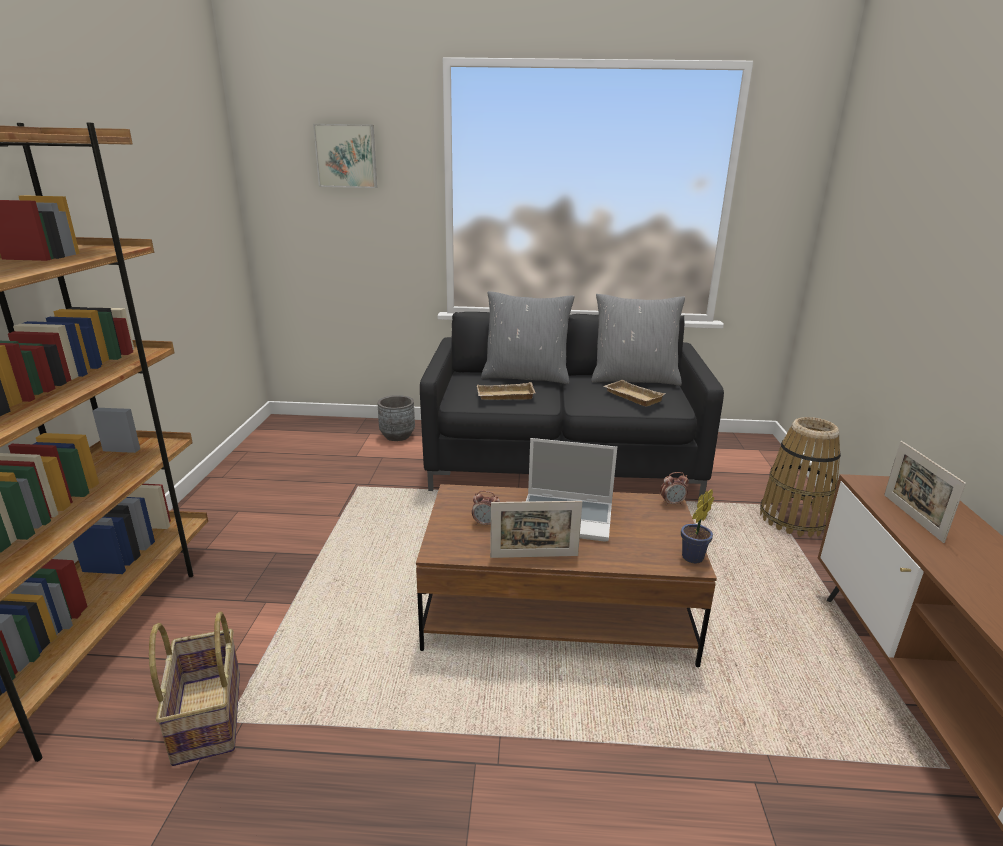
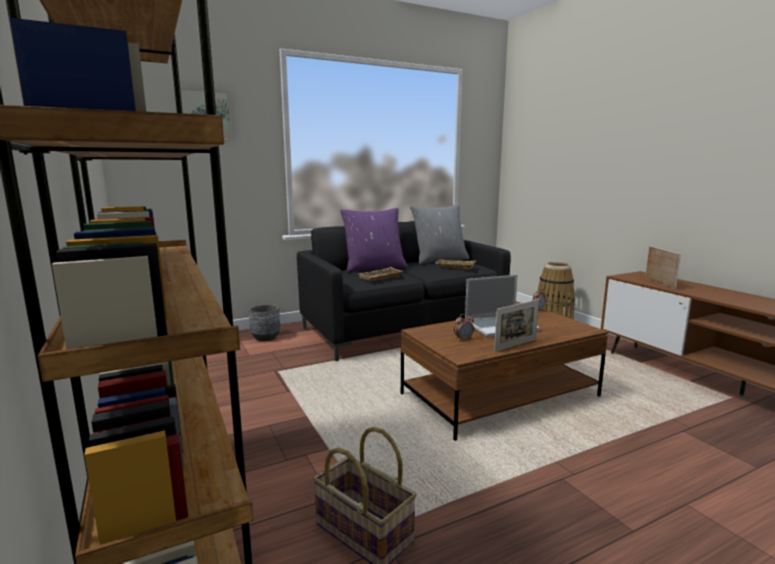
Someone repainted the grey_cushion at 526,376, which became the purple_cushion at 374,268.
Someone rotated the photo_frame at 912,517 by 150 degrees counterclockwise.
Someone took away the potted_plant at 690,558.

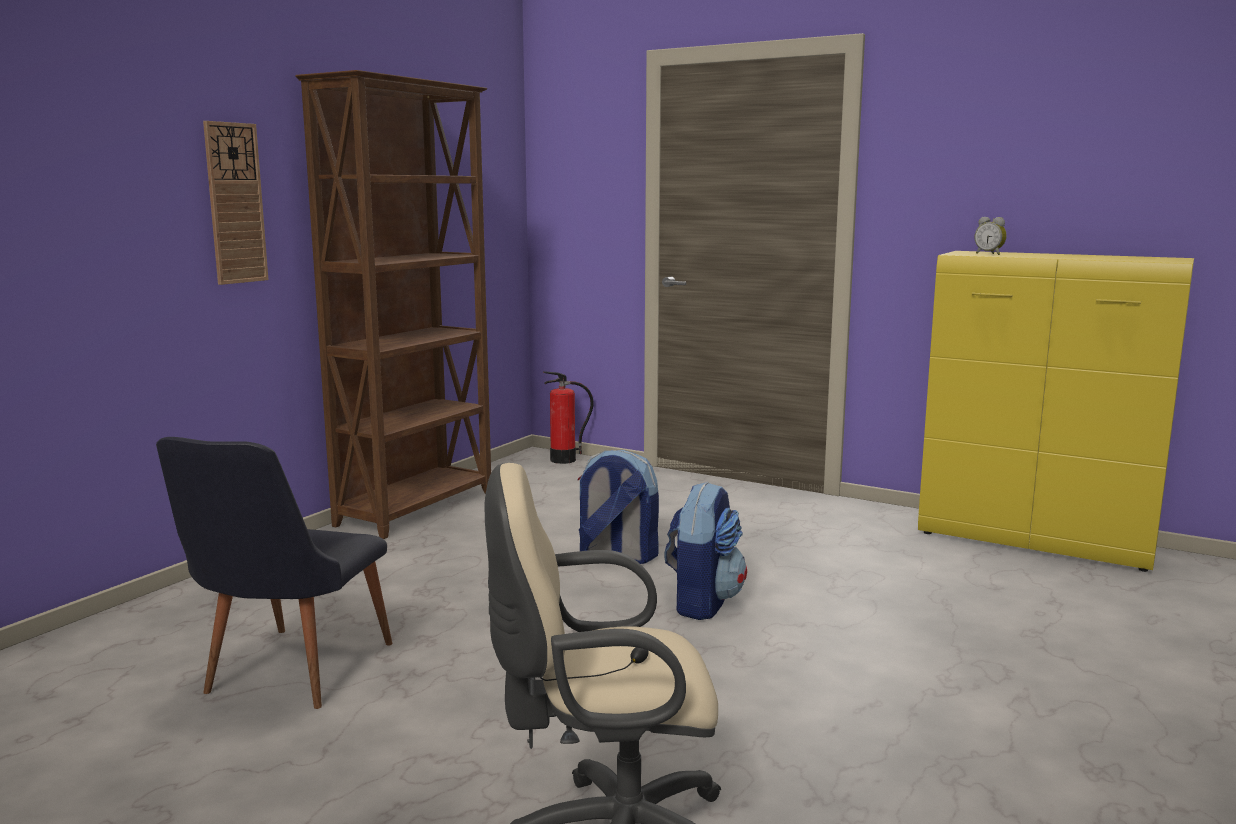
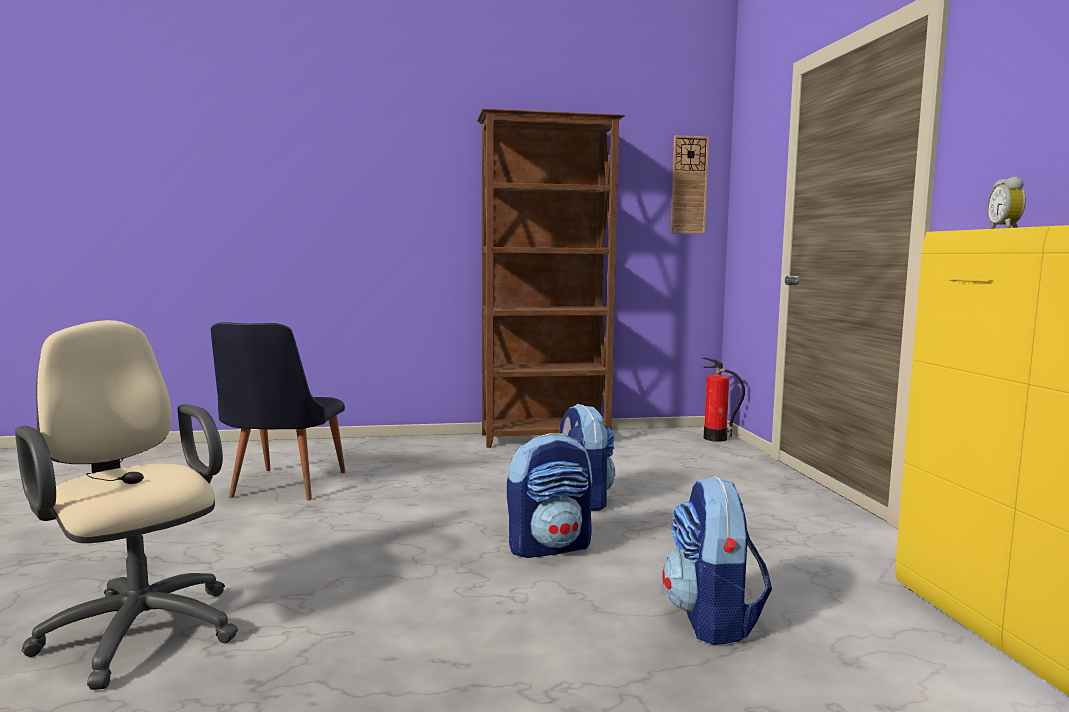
Someone carried the wall_clock from 235,203 to 689,185.
Someone rotated the blackish_plain_chair at 287,675 by 60 degrees counterclockwise.
Someone put down the knapsack at 713,620.

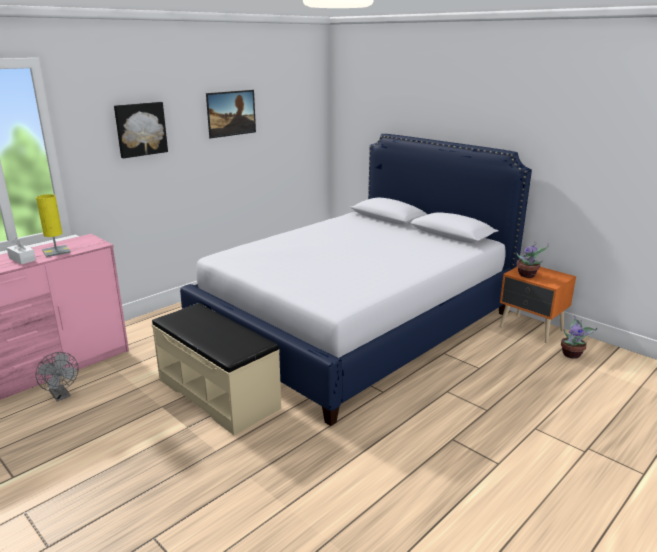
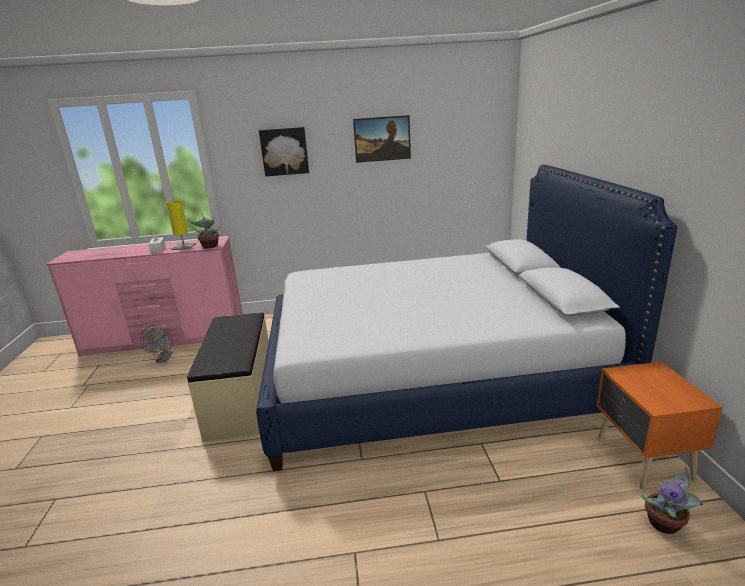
Someone carried the potted_plant from 527,275 to 209,246.

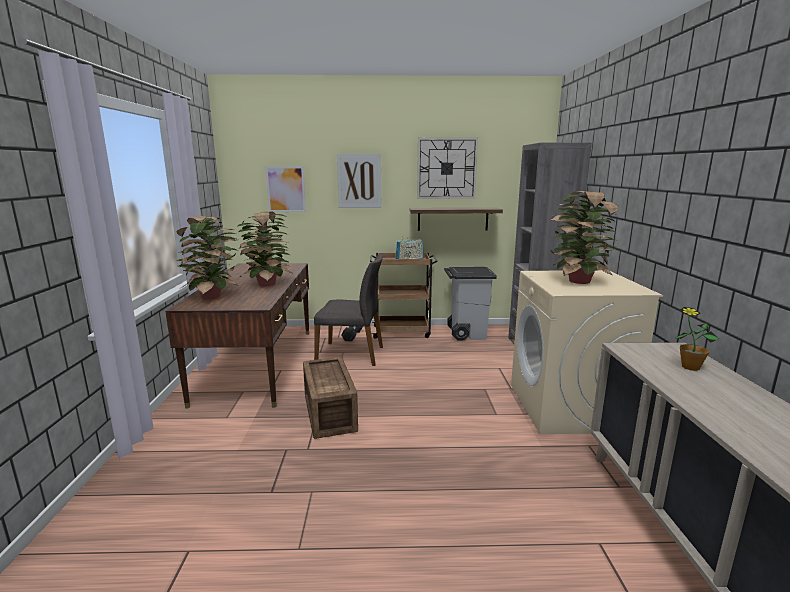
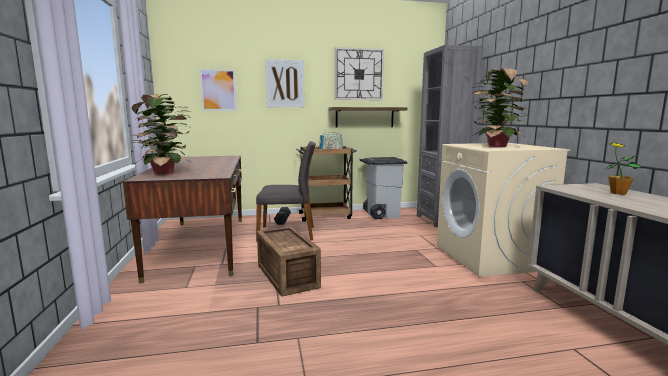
Someone took away the potted_plant at 267,284.

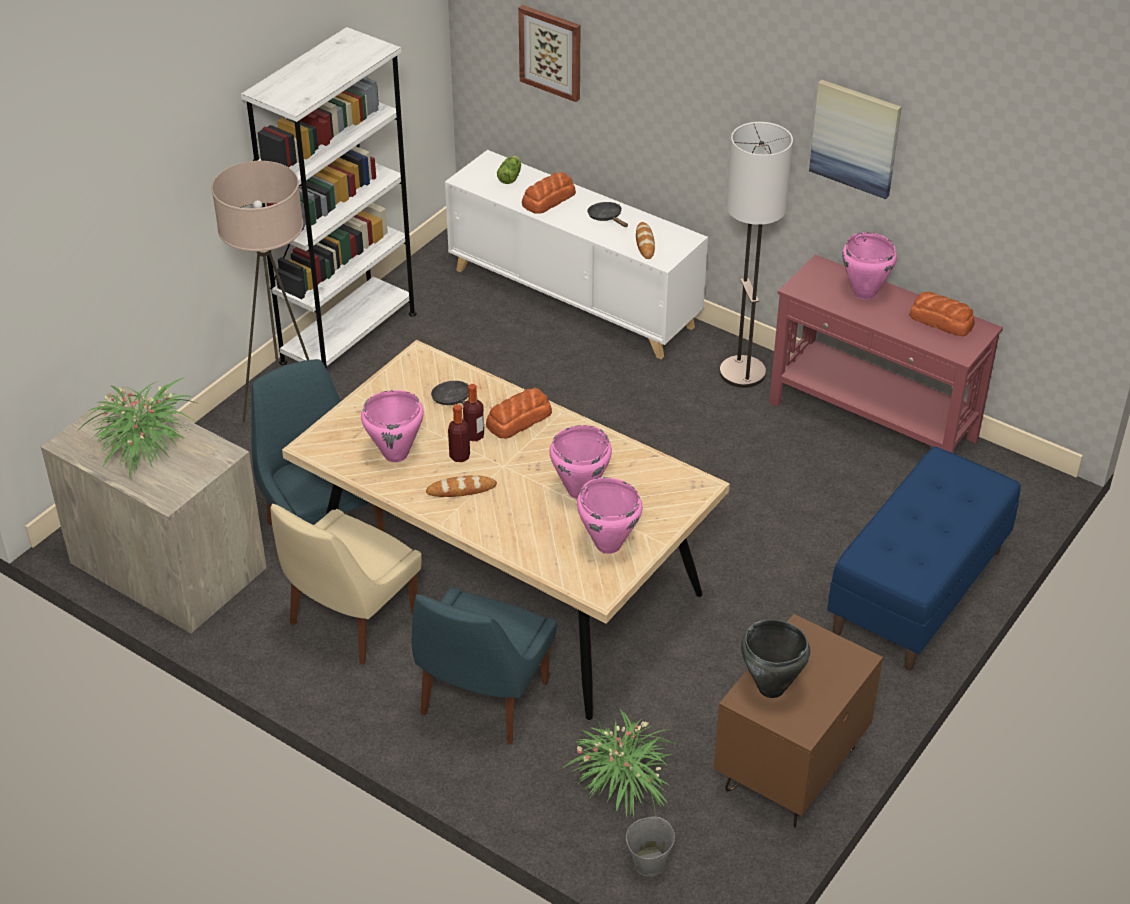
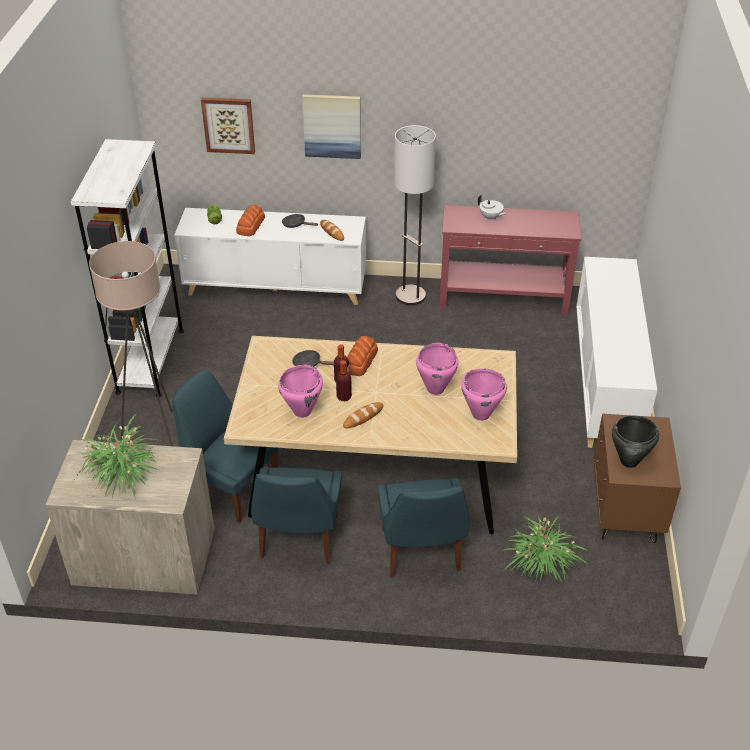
Someone carried the picture from 855,138 to 332,126.
Someone swapped the pinkish_cooking_pot at 864,293 for the whitish_pot_for_tea at 490,217.
Someone took away the bread at 942,321.
Someone swapped the blue_long_seat at 918,592 for the whitish_storage_cabinet at 605,382.
Someone repainted the beige-coloured_plain_chair at 350,621, which became the blue_plain_chair at 298,539.
Someone took away the grey_pail at 649,862.

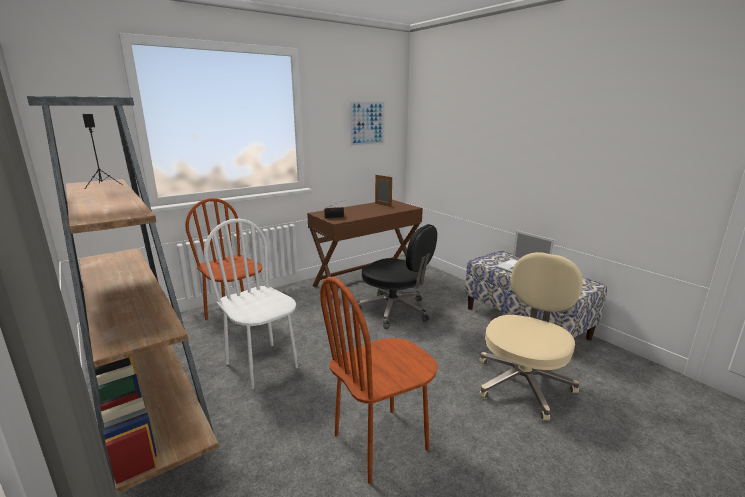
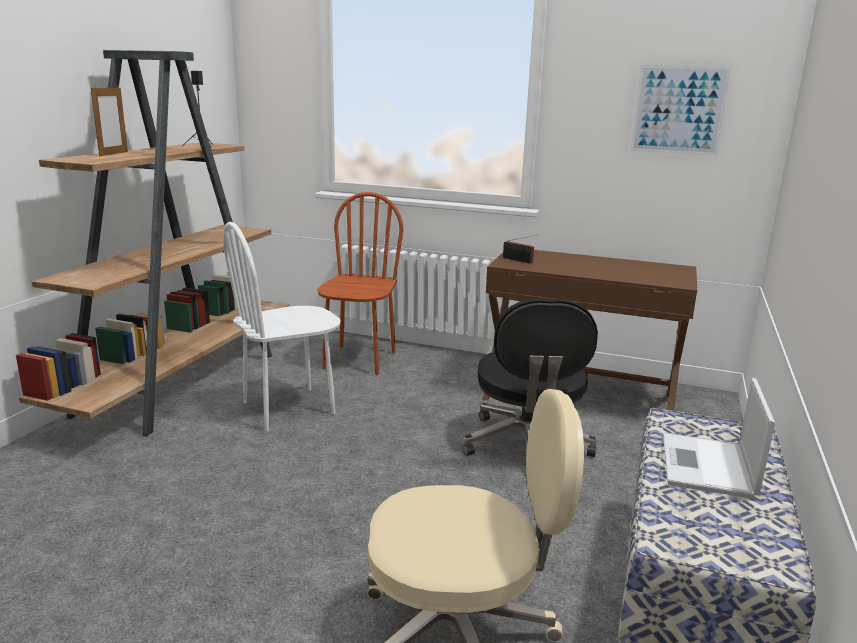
Someone carried the photo_frame from 383,205 to 113,154.
Someone rotated the whitish_plain_chair at 262,365 by 135 degrees counterclockwise.
Someone took away the brown-coloured_plain_chair at 381,442.

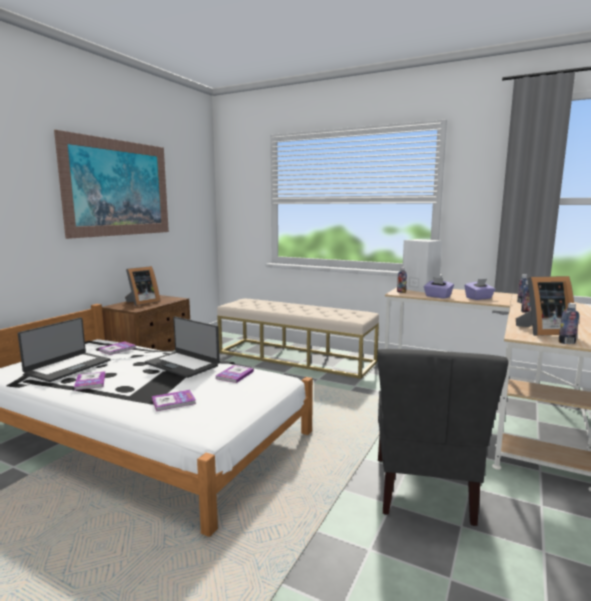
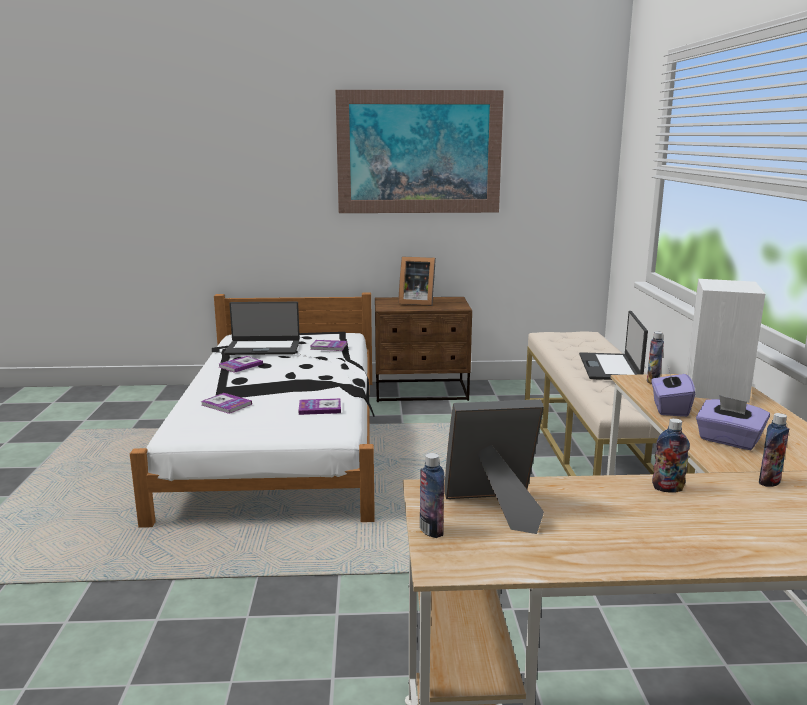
Someone rotated the photo_frame at 543,331 by 120 degrees clockwise.
Someone carried the portable_computer from 183,364 to 610,367.
Someone took away the grey_plain_chair at 424,490.

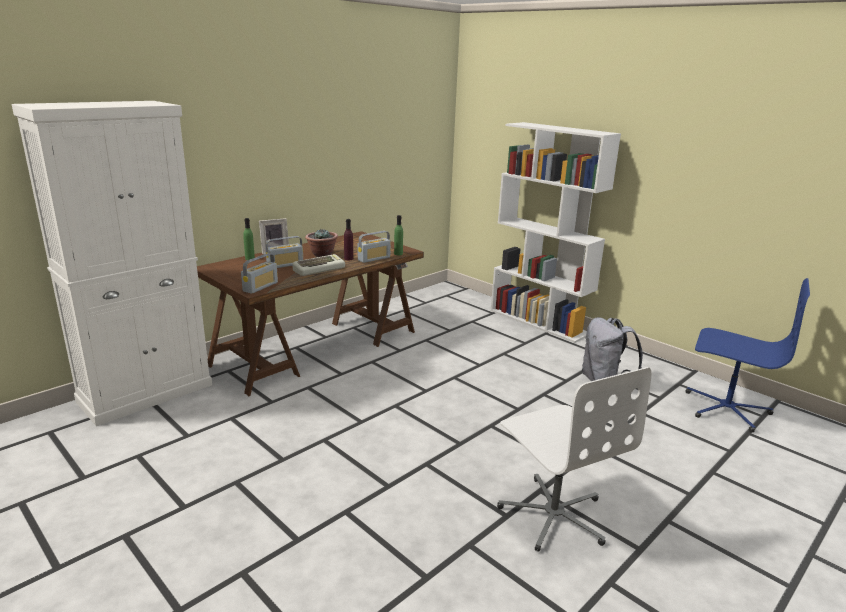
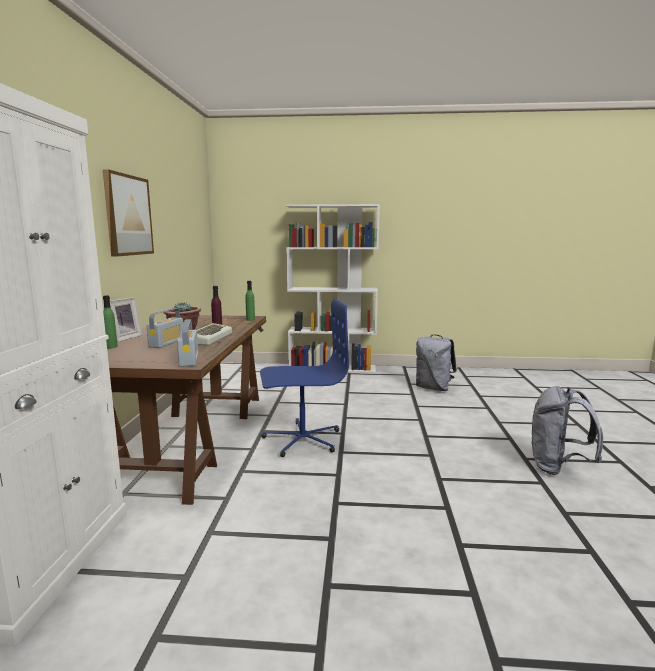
Someone took away the radio_set at 374,259.
Someone carried the blue_computer_chair from 726,408 to 302,439.
Someone swapped the whitish_computer_chair at 553,514 for the grey_knapsack at 558,467.
Someone put up the picture at 128,215.

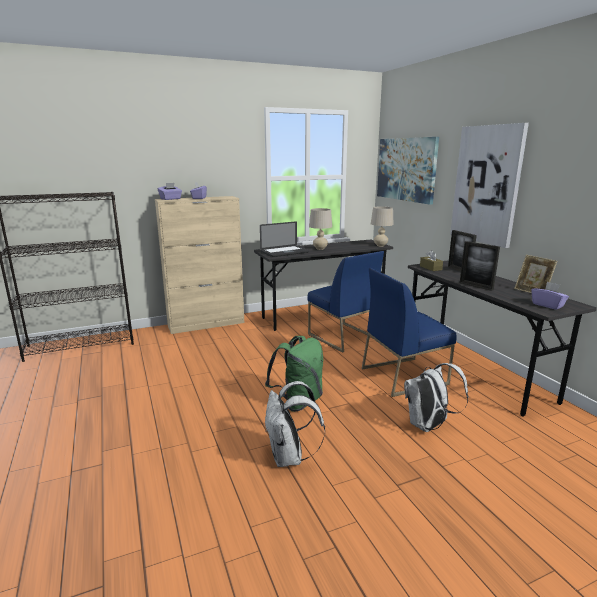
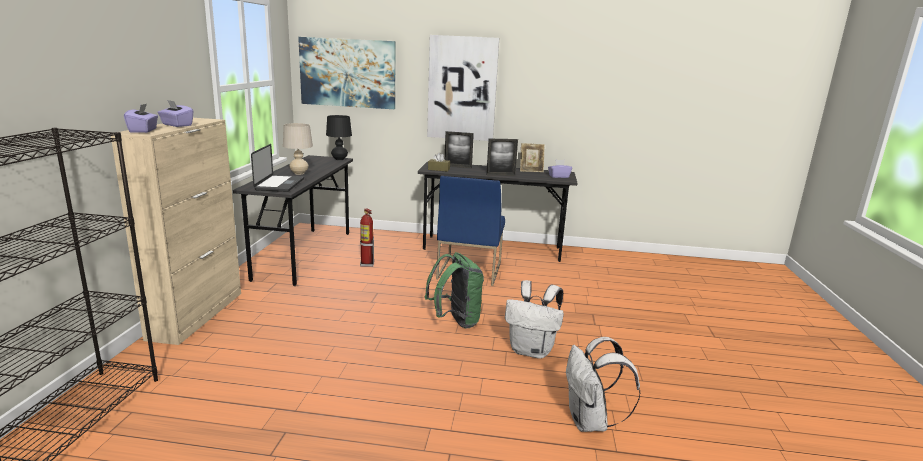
Someone repainted the beige-coloured_table_lamp at 380,245, which became the blackish_table_lamp at 339,159.
Someone swapped the blue_plain_chair at 342,337 for the fire_extinguisher at 367,264.
Someone carried the whitish_knapsack from 428,426 to 590,422.

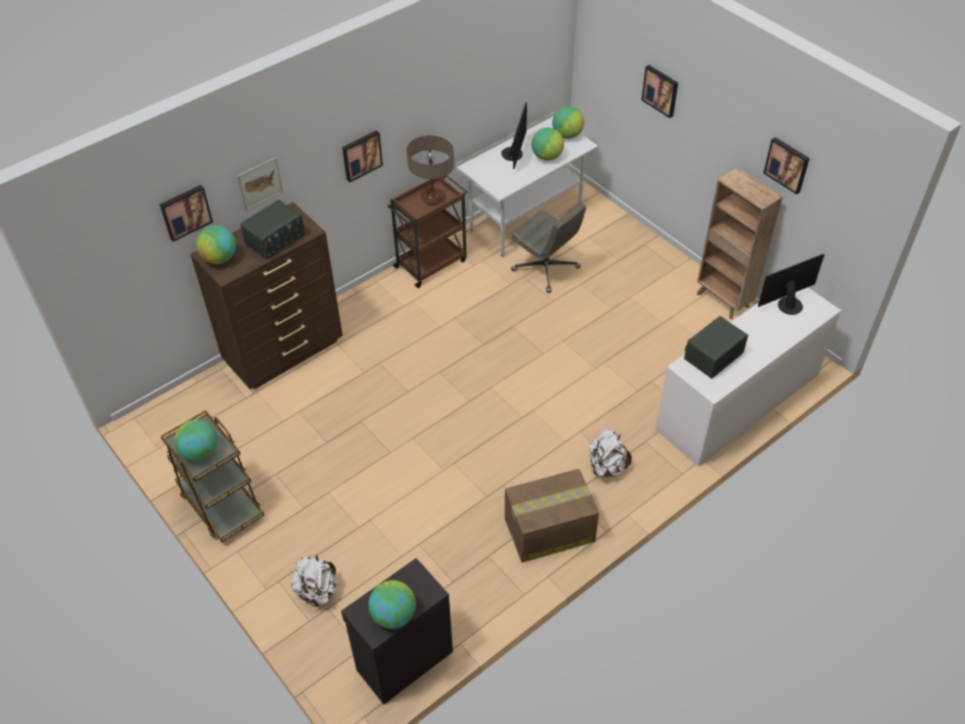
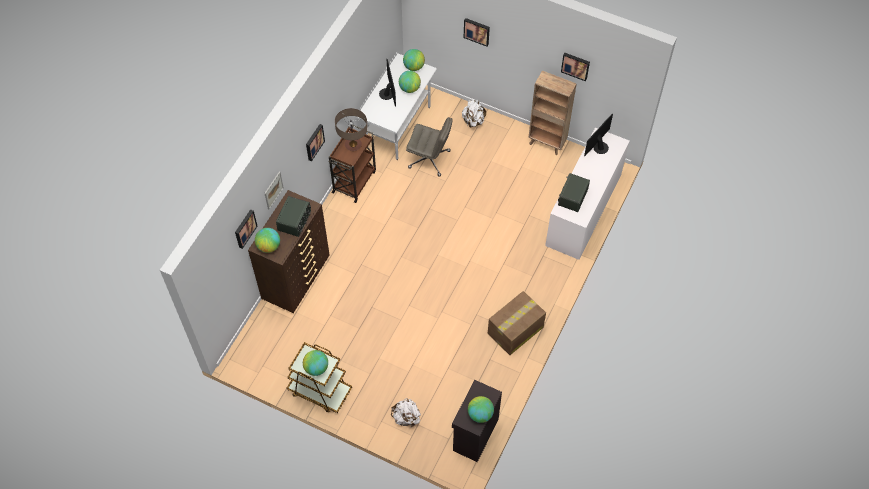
Someone carried the whitish_knapsack from 606,467 to 473,121.

